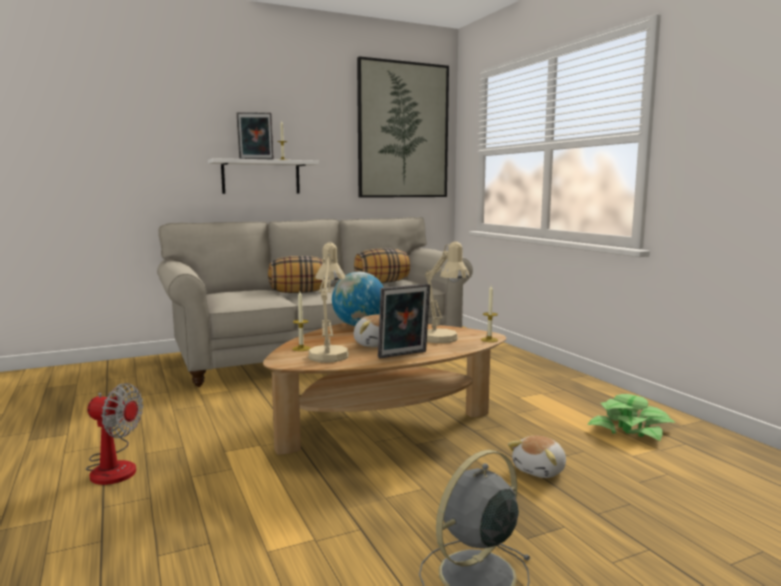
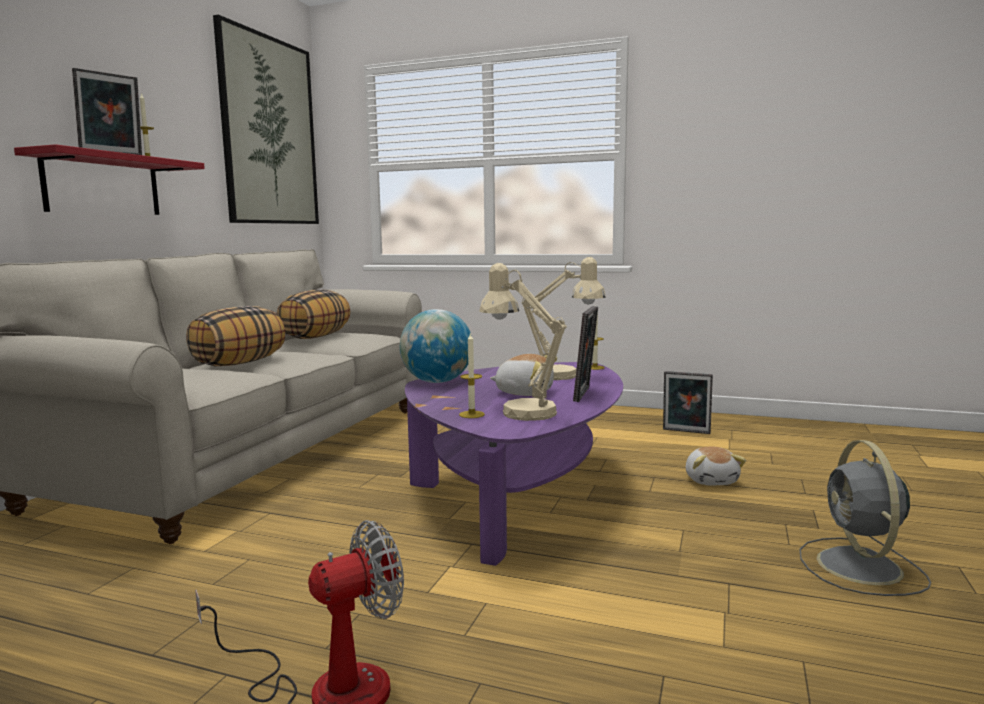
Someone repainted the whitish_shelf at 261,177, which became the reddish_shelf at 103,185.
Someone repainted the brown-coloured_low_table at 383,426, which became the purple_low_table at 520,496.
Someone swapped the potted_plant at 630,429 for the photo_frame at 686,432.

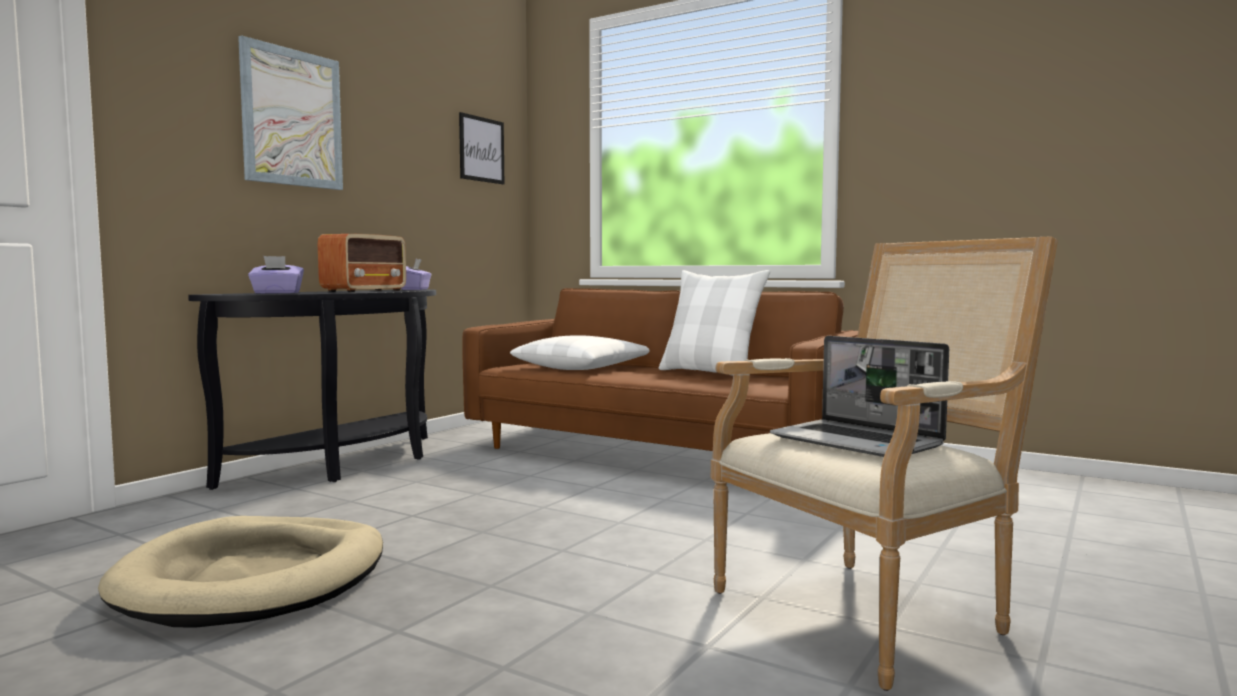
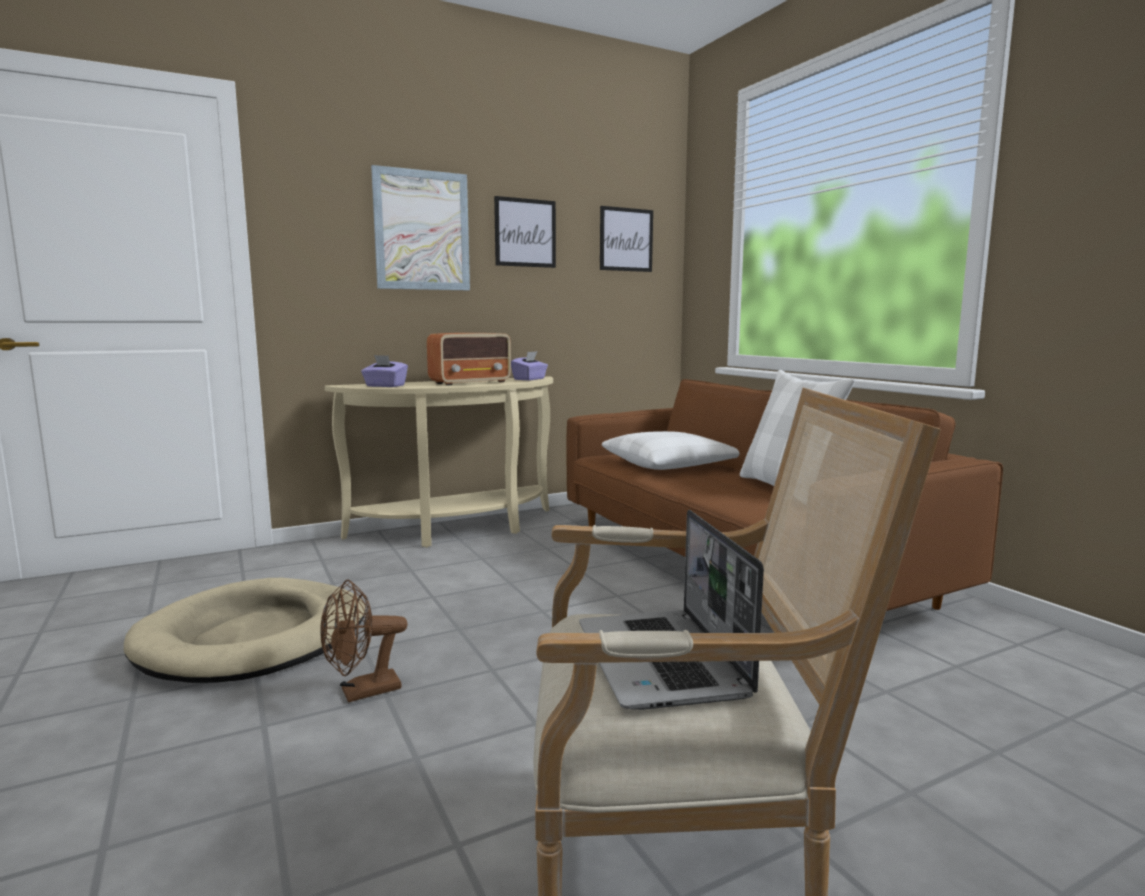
Someone repainted the blackish_console_table at 351,464, which became the beige-coloured_console_table at 460,530.
Someone put up the picture at 525,233.
Someone put down the brown-coloured_cooling_fan at 362,692.

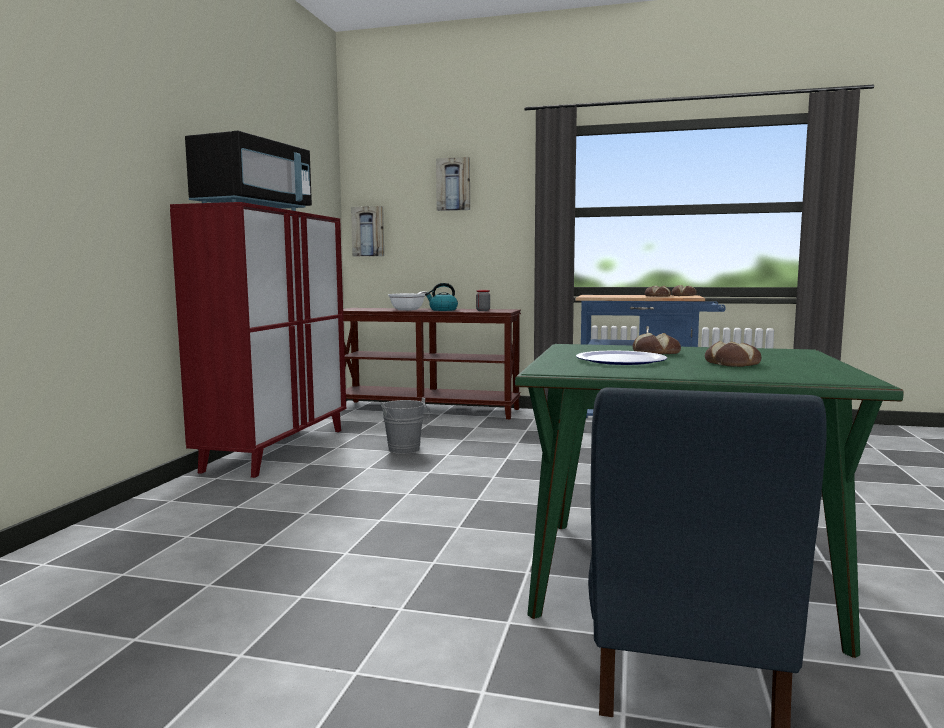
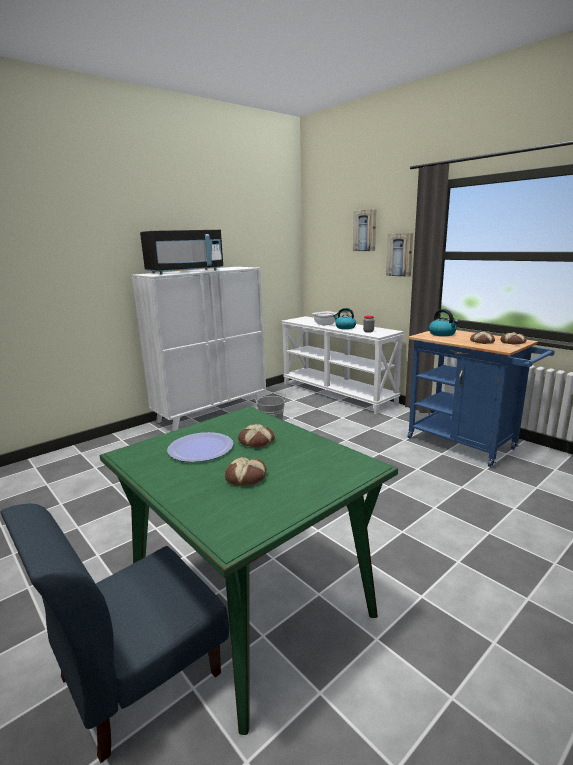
Someone repainted the reddish_storage_cabinet at 277,449, which became the whitish_storage_cabinet at 212,412.
Someone carried the picture from 368,231 to 400,255.
Someone repainted the brown-coloured_console_table at 428,409, which became the whitish_console_table at 338,393.
Someone put down the water_kettle at 442,334.

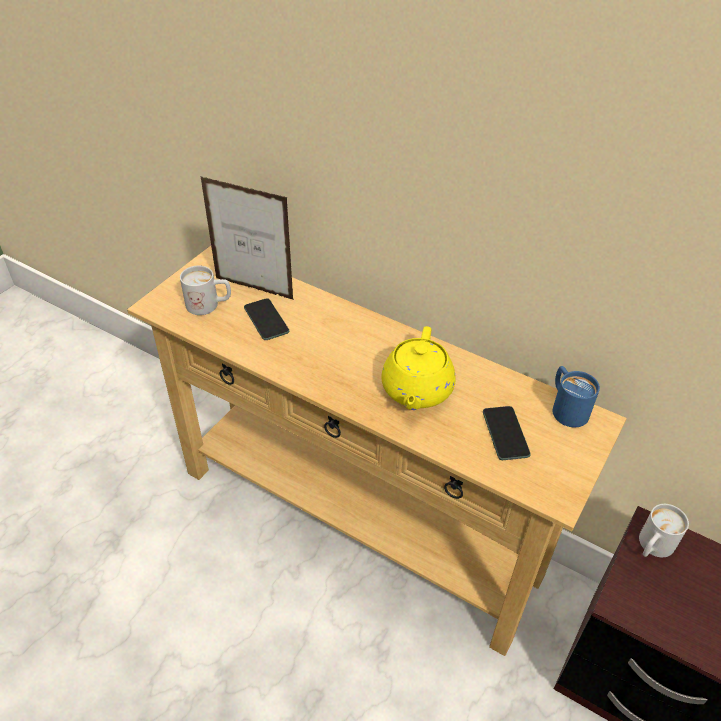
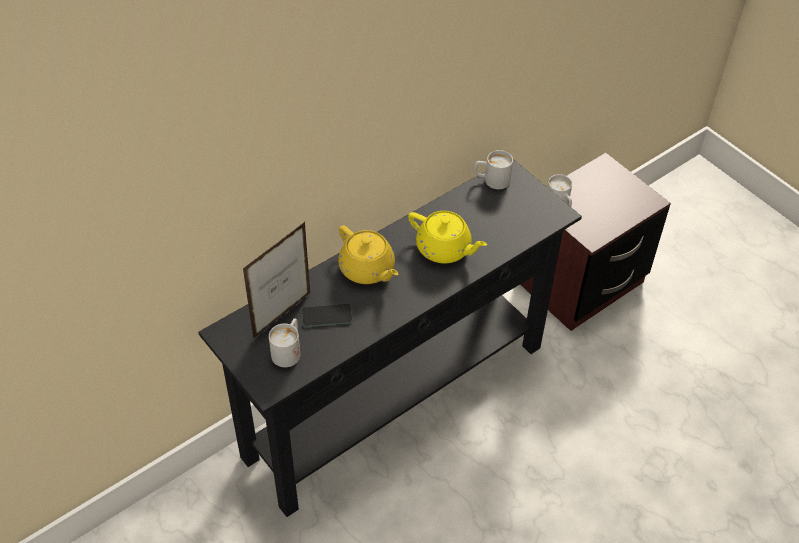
Someone repainted the beige-coloured_console_table at 357,521, which became the blackish_console_table at 395,399.
Someone repainted the blue_tea_mug at 566,407, which became the whitish_tea_mug at 491,180.
Someone took away the telephone at 505,433.
Someone put down the yellowish_pot_for_tea at 367,269.

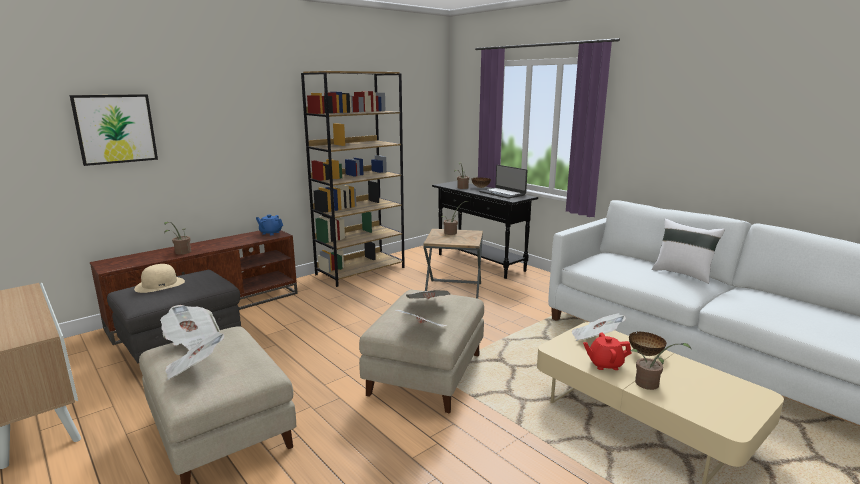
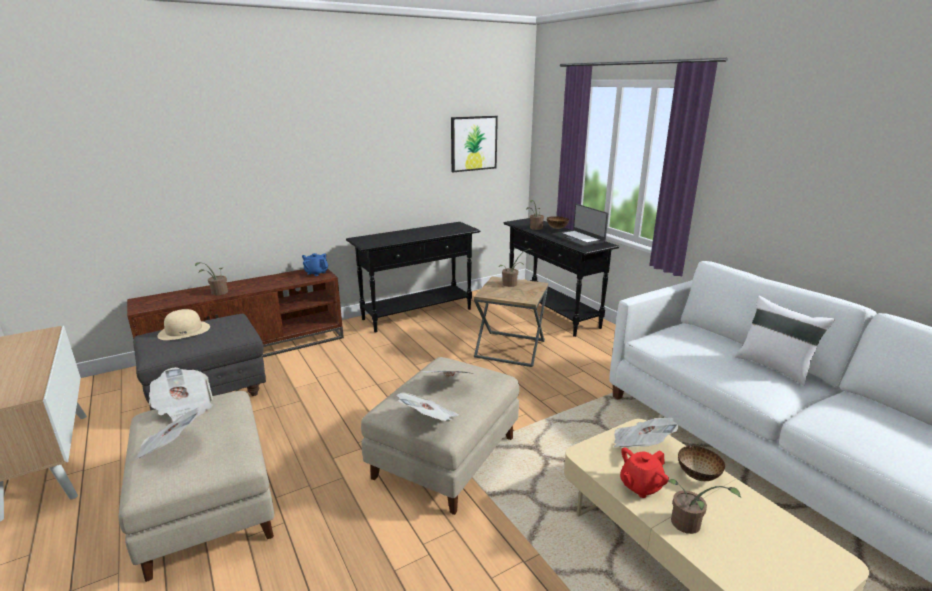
Someone swapped the brown-coloured_bookshelf at 360,271 for the blackish_console_table at 418,314.
Someone carried the picture from 115,129 to 473,143.
Someone rotated the reddish_pot_for_tea at 605,364 by 45 degrees counterclockwise.

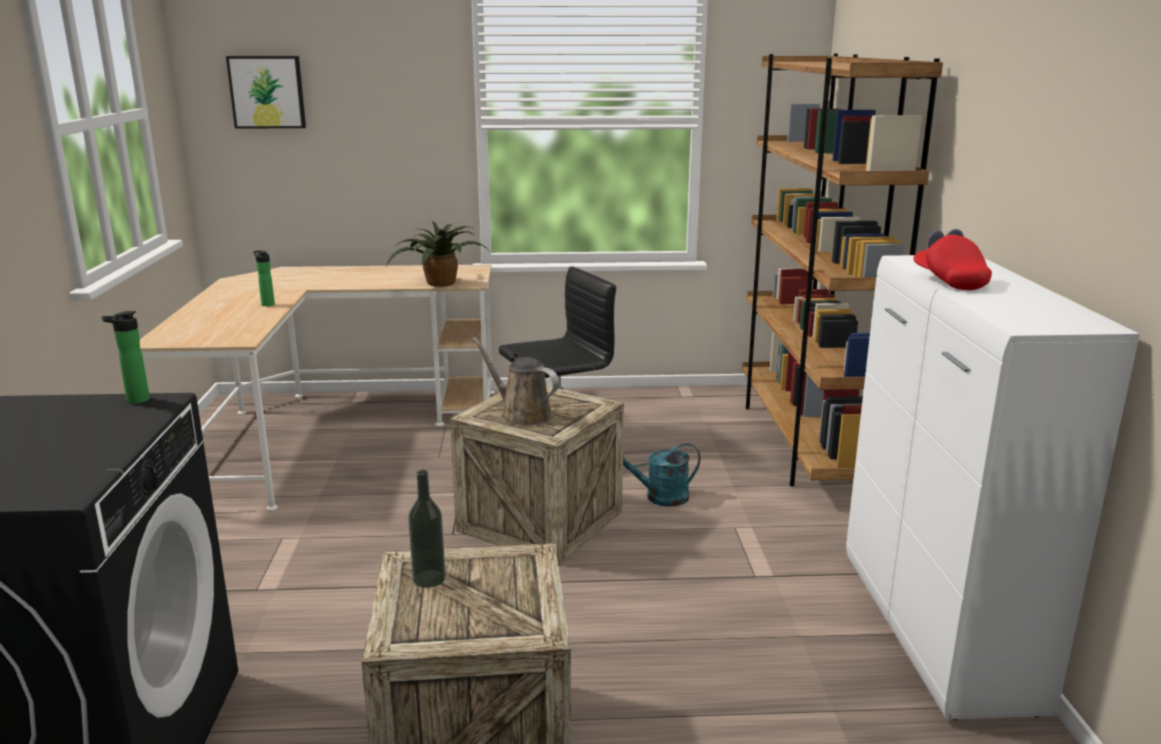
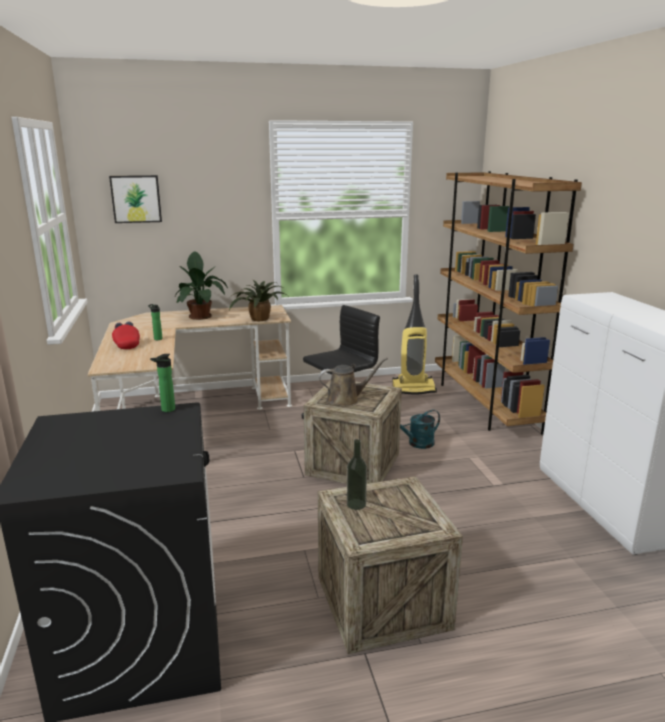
Someone carried the reddish_cap from 949,281 to 126,344.
Someone rotated the brown-coloured_watering_pot at 522,414 by 135 degrees clockwise.
Someone put down the potted_plant at 201,316.
Someone put down the vacuum_cleaner at 414,389.

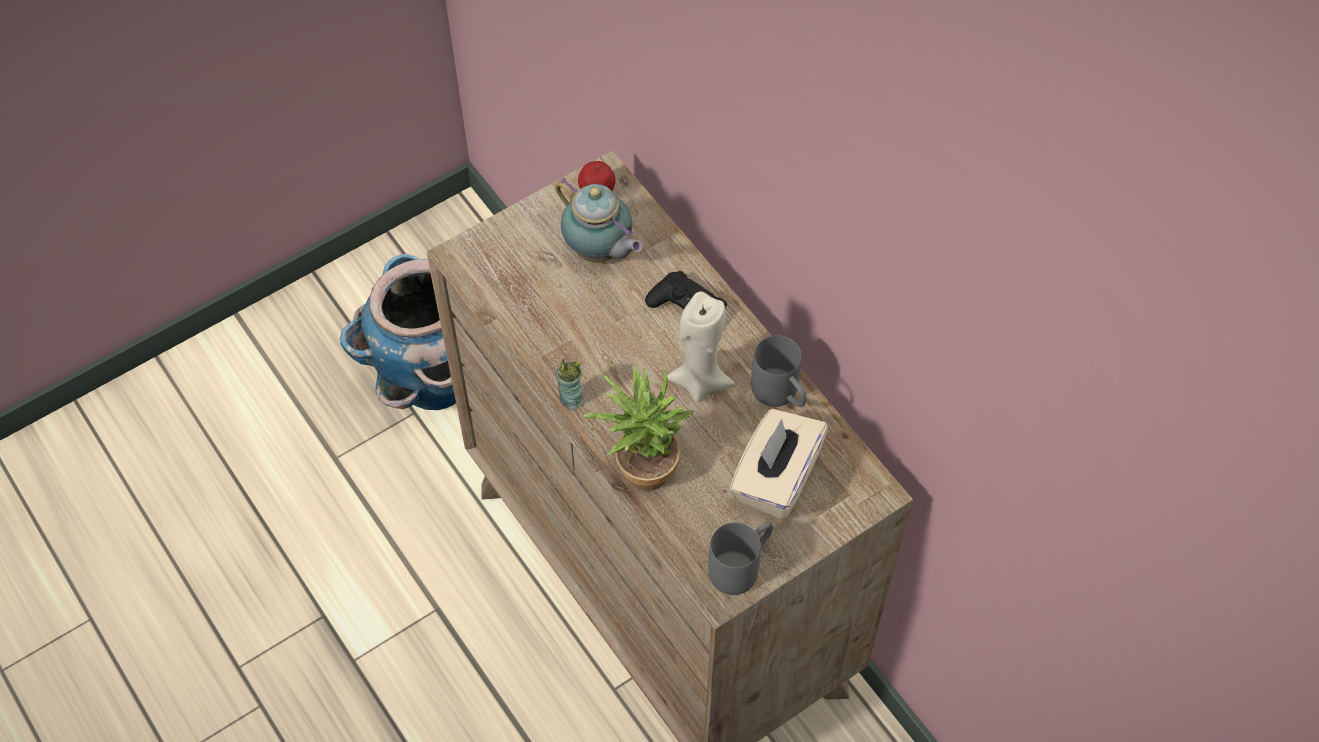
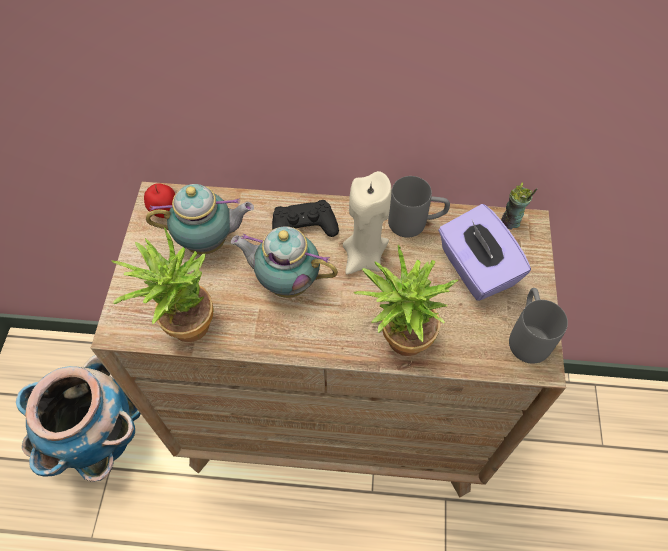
Someone carried the drinking_cup from 571,399 to 510,222.
Someone repainted the beige-coloured_tissue_box at 776,478, which became the purple_tissue_box at 475,269.
Someone put down the pot_for_tea at 286,282.
Someone put down the potted_plant at 182,322.

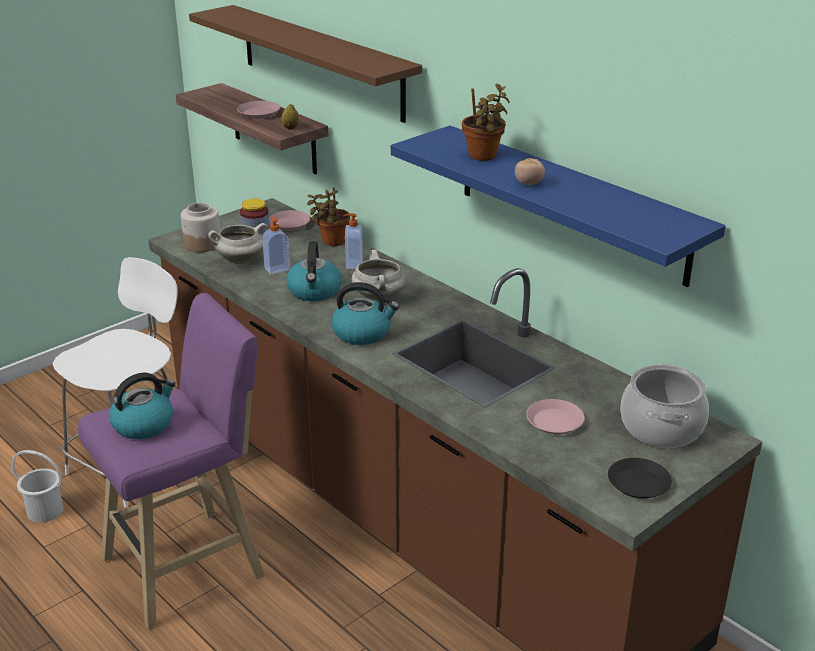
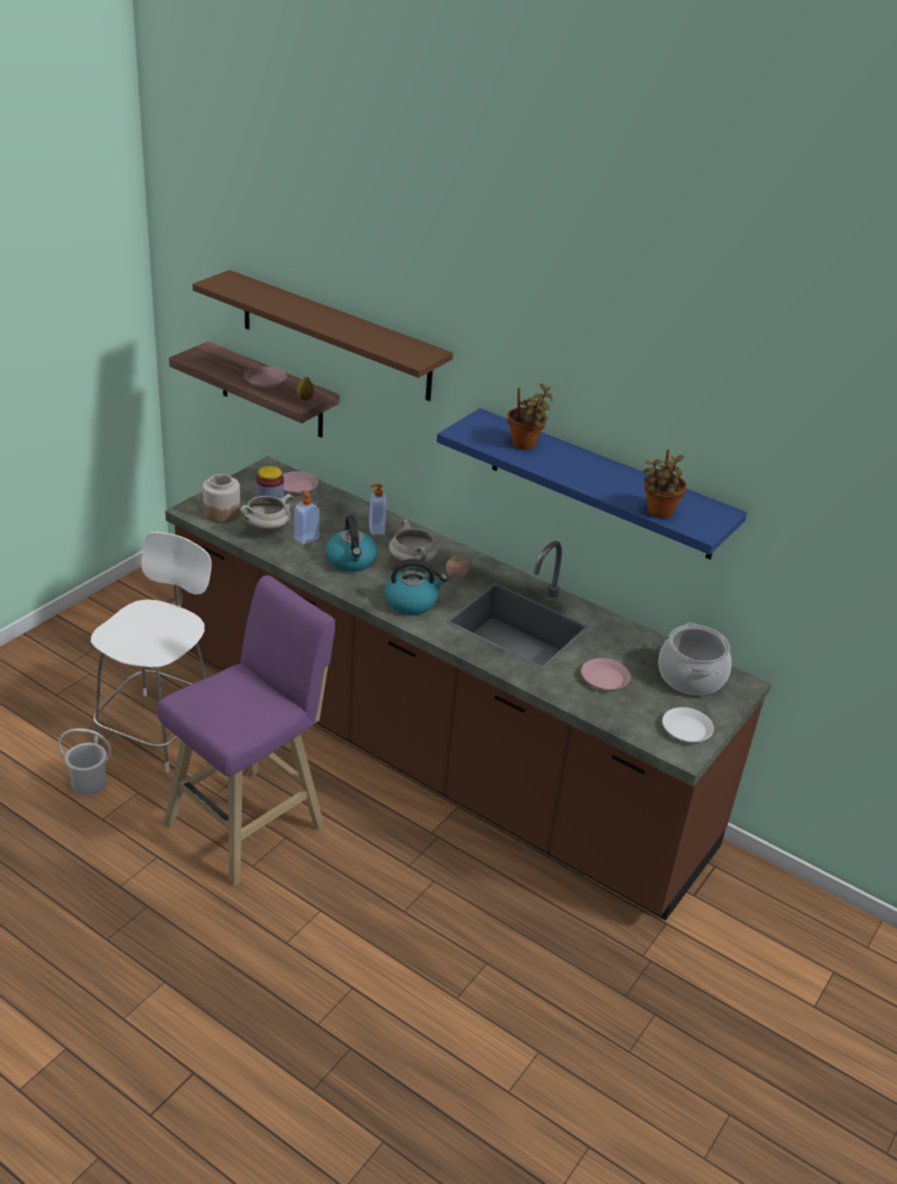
Someone carried the fresh_tomato from 528,184 to 456,575.
Someone carried the potted_plant from 331,242 to 658,513.
Someone took away the water_kettle at 144,424.
Someone repainted the blackish_dinner_plate at 638,483, which became the whitish_dinner_plate at 686,729.

